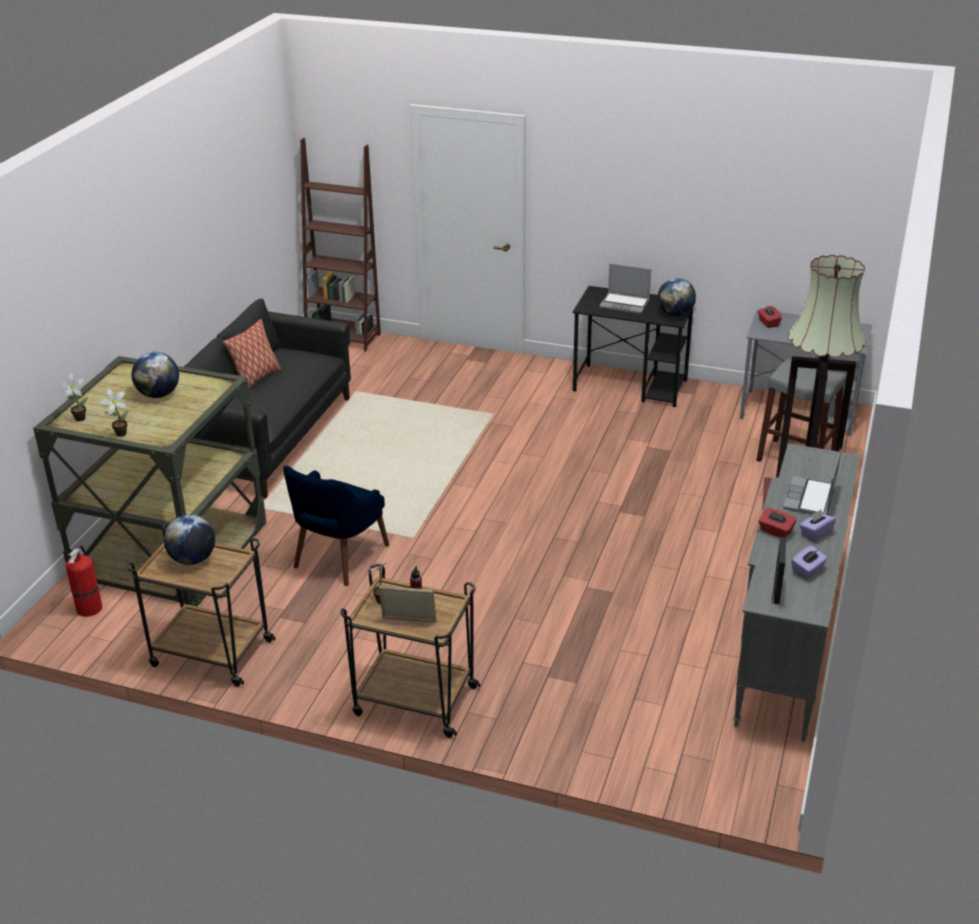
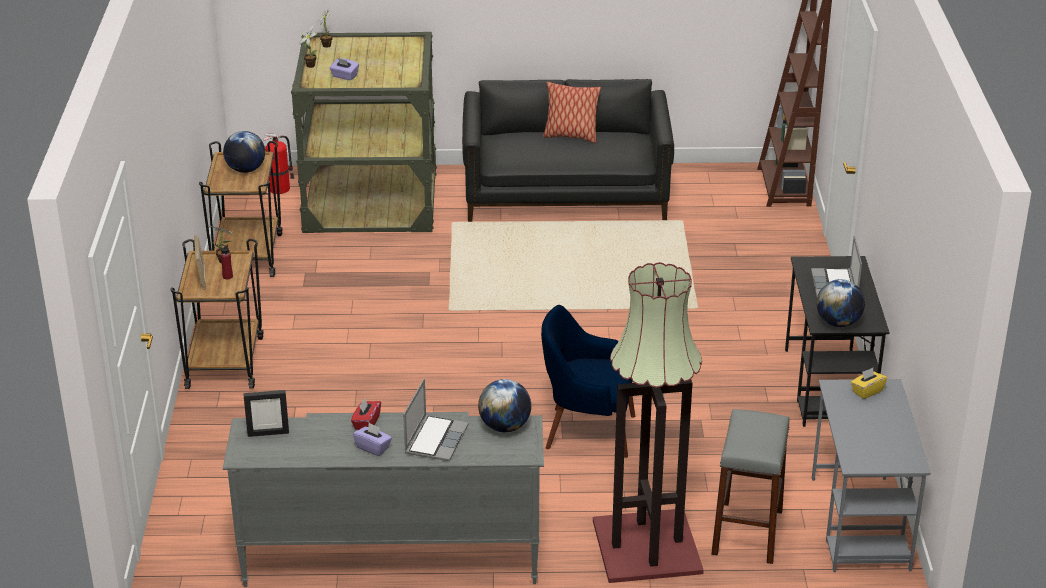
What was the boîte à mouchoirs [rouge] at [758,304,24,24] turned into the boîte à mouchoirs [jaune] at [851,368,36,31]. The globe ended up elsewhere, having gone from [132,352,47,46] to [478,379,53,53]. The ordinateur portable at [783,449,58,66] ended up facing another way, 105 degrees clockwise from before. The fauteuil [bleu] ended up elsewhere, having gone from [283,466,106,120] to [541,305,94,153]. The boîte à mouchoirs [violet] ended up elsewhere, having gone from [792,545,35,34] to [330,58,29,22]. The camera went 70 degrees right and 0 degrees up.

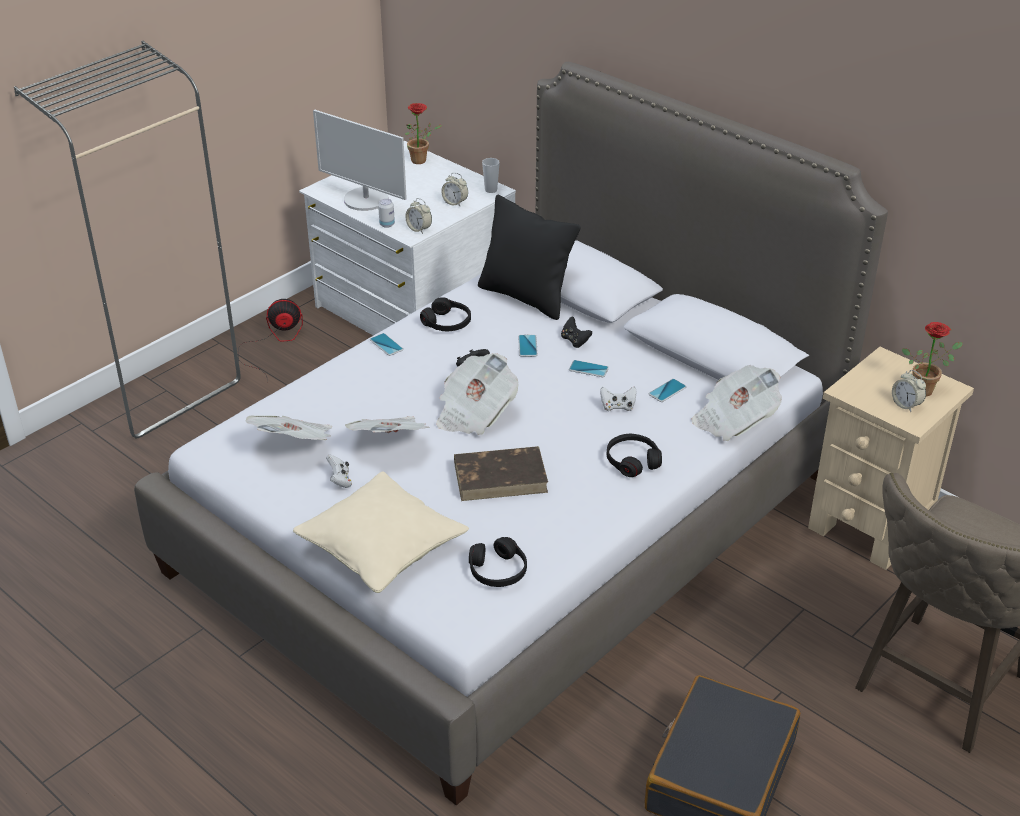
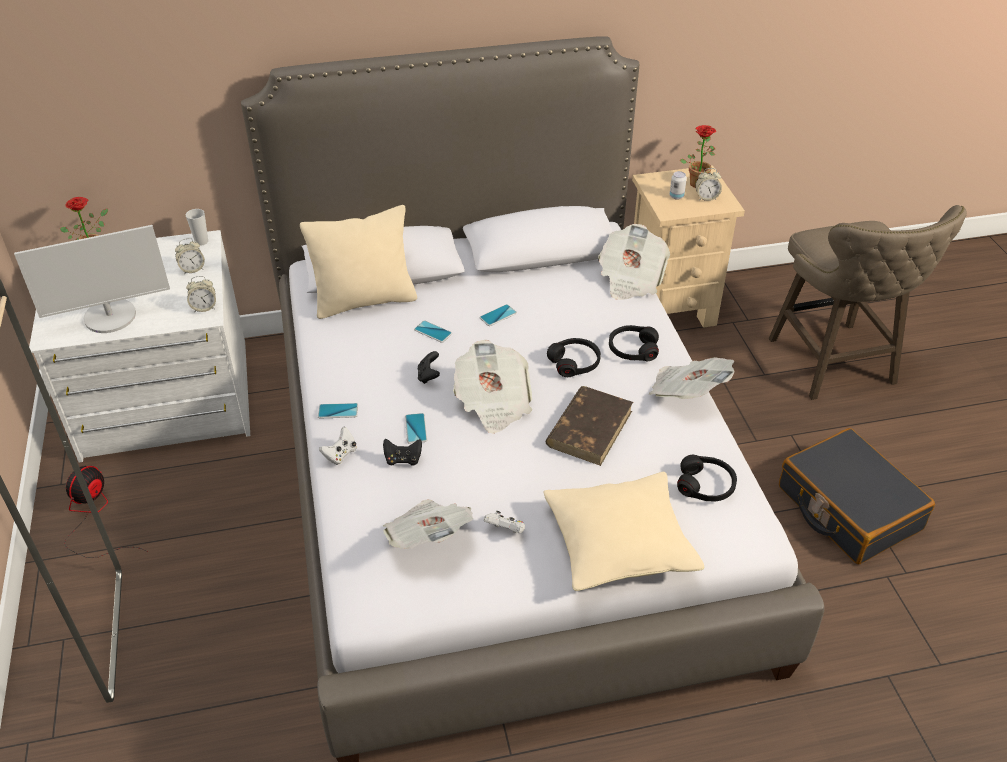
What was the coussin [noir] at [478,195,103,125] turned into the coussin [beige] at [300,205,117,114]. The boîte métallique ended up elsewhere, having gone from [378,199,17,29] to [669,171,18,29]. The casque audio [noir] ended up elsewhere, having gone from [420,297,51,34] to [547,338,54,39]. The manette [noir] ended up elsewhere, having gone from [561,316,31,32] to [383,439,39,27]. The téléphone ended up elsewhere, having gone from [649,379,38,23] to [405,413,22,31]. The manette [blanc] ended up elsewhere, having gone from [600,386,37,25] to [319,427,38,38]. The journal ended up elsewhere, having gone from [345,416,85,17] to [649,357,85,42]. The camera went 55 degrees left and 5 degrees up.

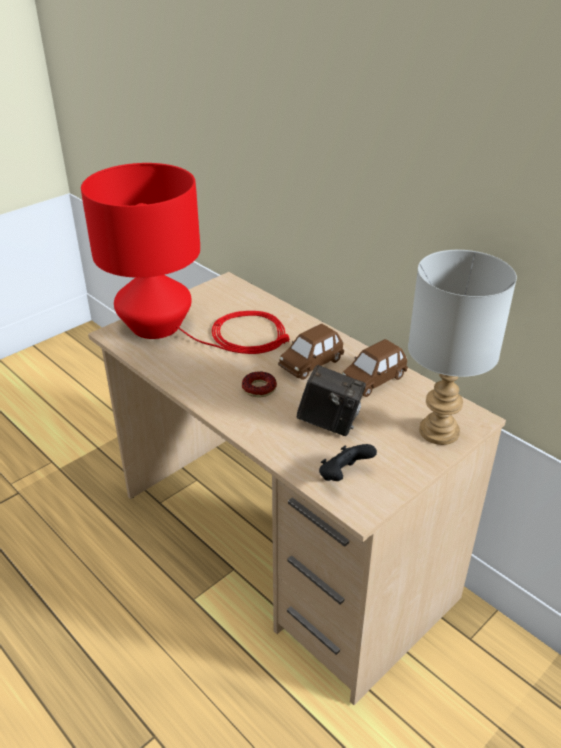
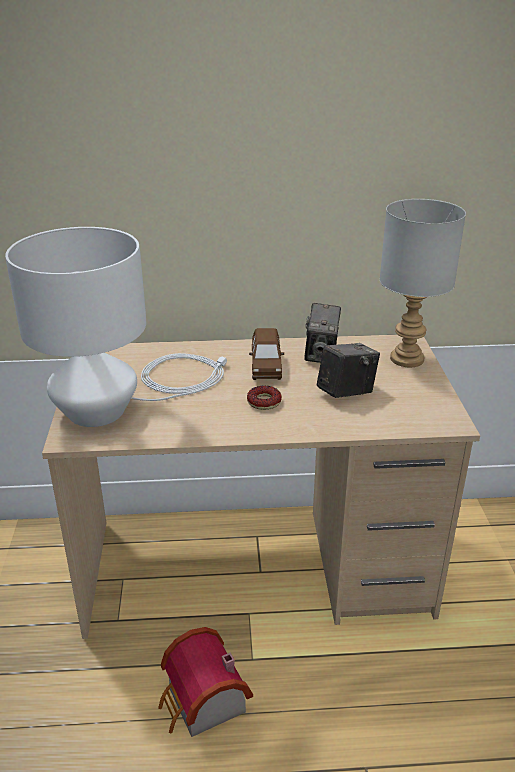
What was the lampe de table [rouge] at [81,163,209,191] turned into the lampe de table [blanc] at [5,227,222,200]. Where the petite voiture [marron] stood at [342,339,66,58], the appareil photo came to stand at [304,303,37,60]. The second view lost the manette [noir] at [319,444,58,37]. The second view gained the maison miniature at [158,627,95,110]. The camera went 50 degrees left and 5 degrees down.

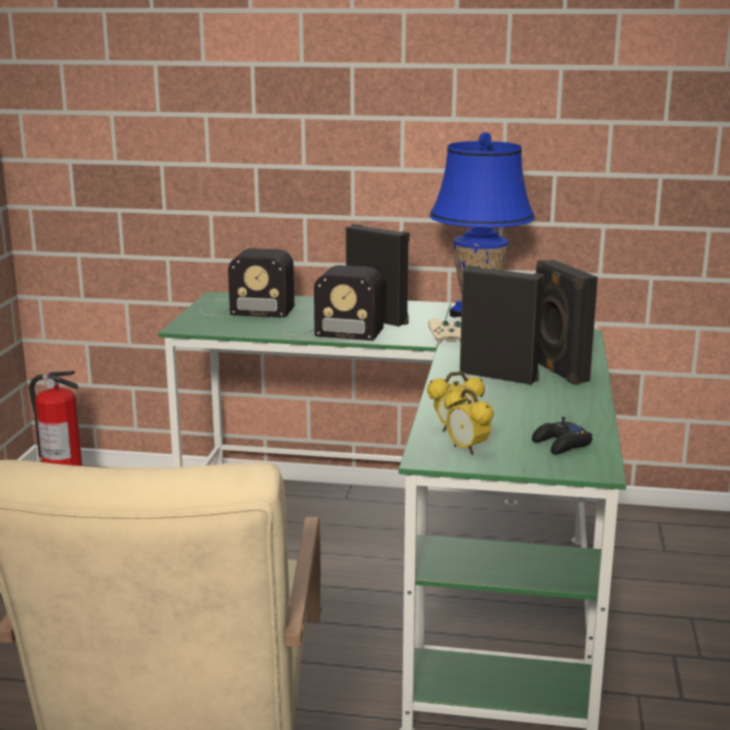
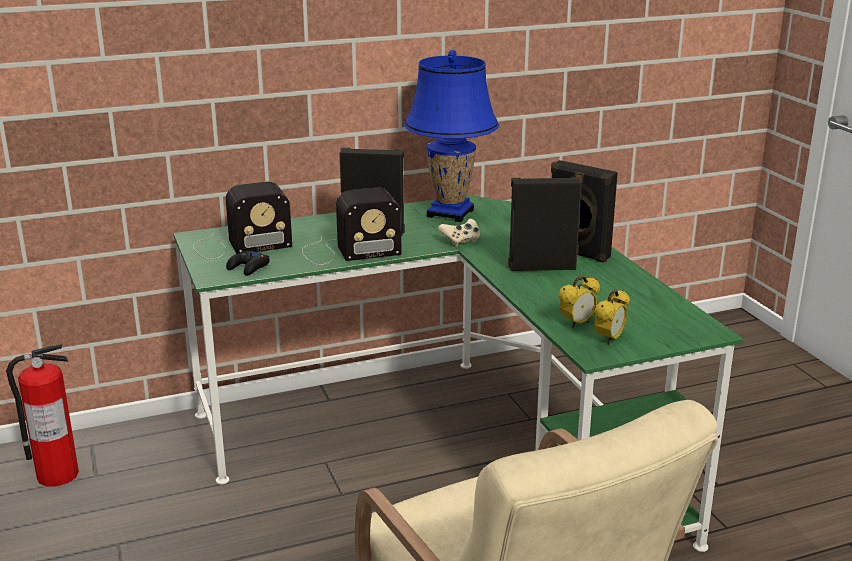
The réveil at [444,389,50,66] ended up facing another way, 75 degrees counterclockwise from before. The manette [noir] ended up elsewhere, having gone from [532,417,61,37] to [226,248,44,28]. The camera went 30 degrees left and 5 degrees up.

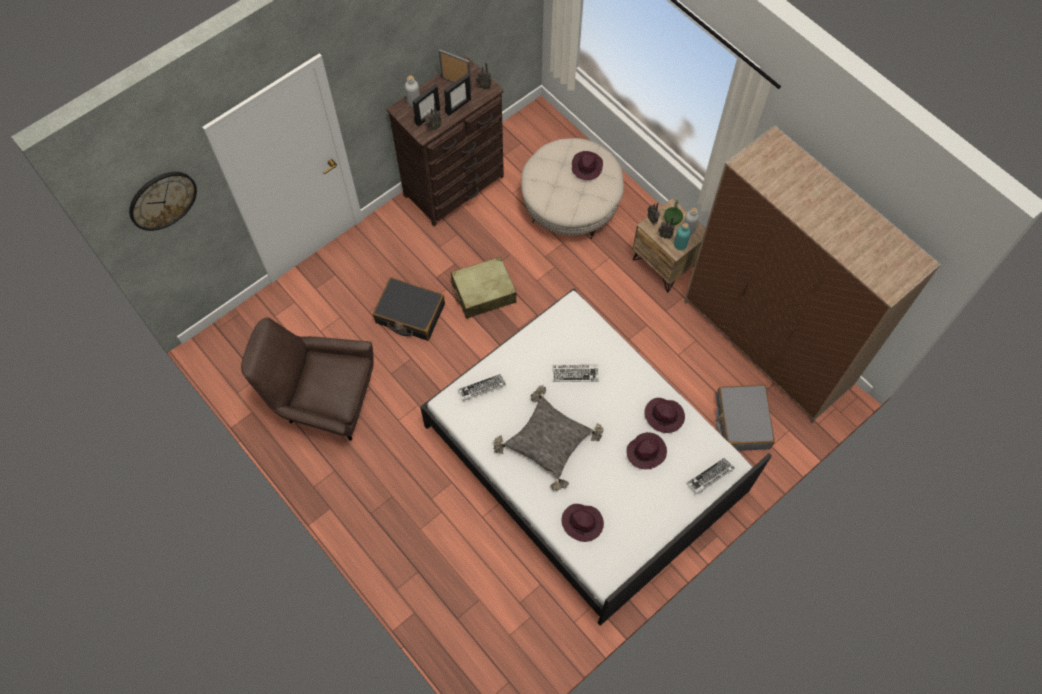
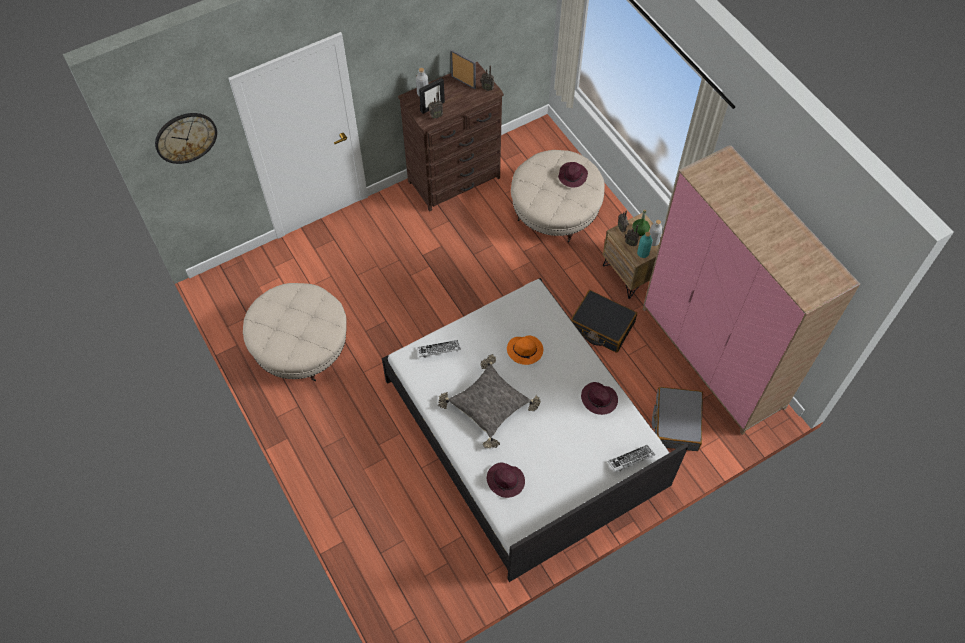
The second view lost the cadre photo at [444,74,27,41]. What was the armoire [marron] at [684,125,257,298] turned into the armoire [rose] at [643,145,217,290]. The second view lost the valise [beige] at [451,256,66,63]. The valise [noir] ended up elsewhere, having gone from [373,277,72,64] to [571,290,66,63]. Where the fauteuil [marron] stood at [241,317,133,124], the pouf [beige] came to stand at [243,283,104,98]. Where the clavier stood at [553,365,46,17], the chapeau [orange] came to stand at [507,336,36,29]. The second view lost the chapeau [violet] at [626,432,41,37]. The camera went 10 degrees right and 5 degrees down.

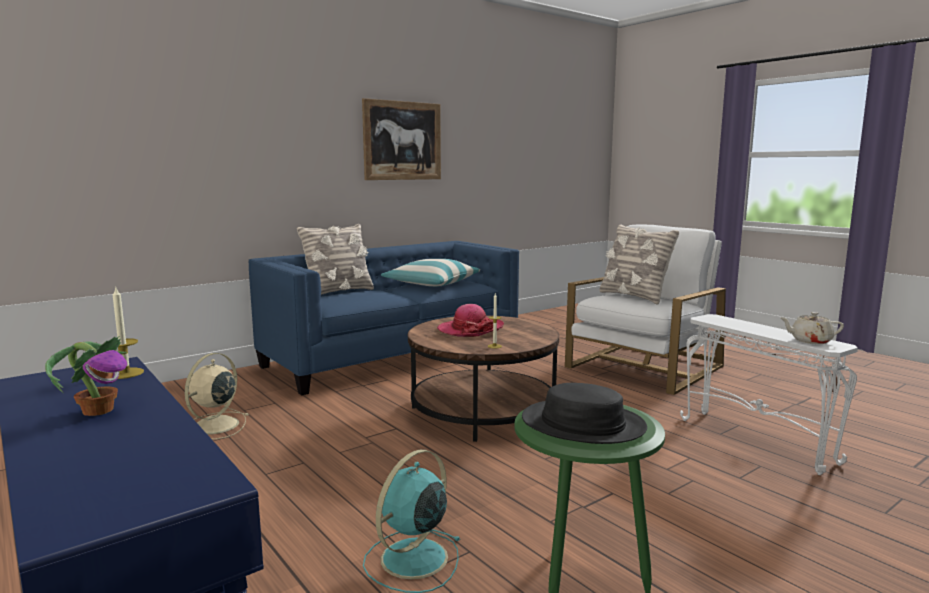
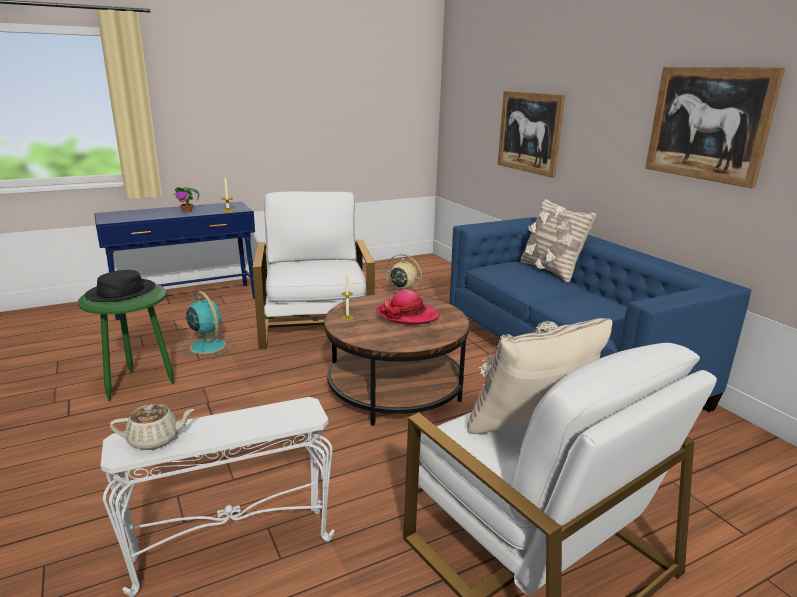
The second view lost the coussin at [381,259,99,28]. The théière [beige] at [780,312,64,32] ended up facing another way, 60 degrees clockwise from before. The second view gained the tableau at [498,91,67,87]. The second view gained the fauteuil [blanc] at [253,191,122,159]. The camera went 100 degrees right and 10 degrees up.

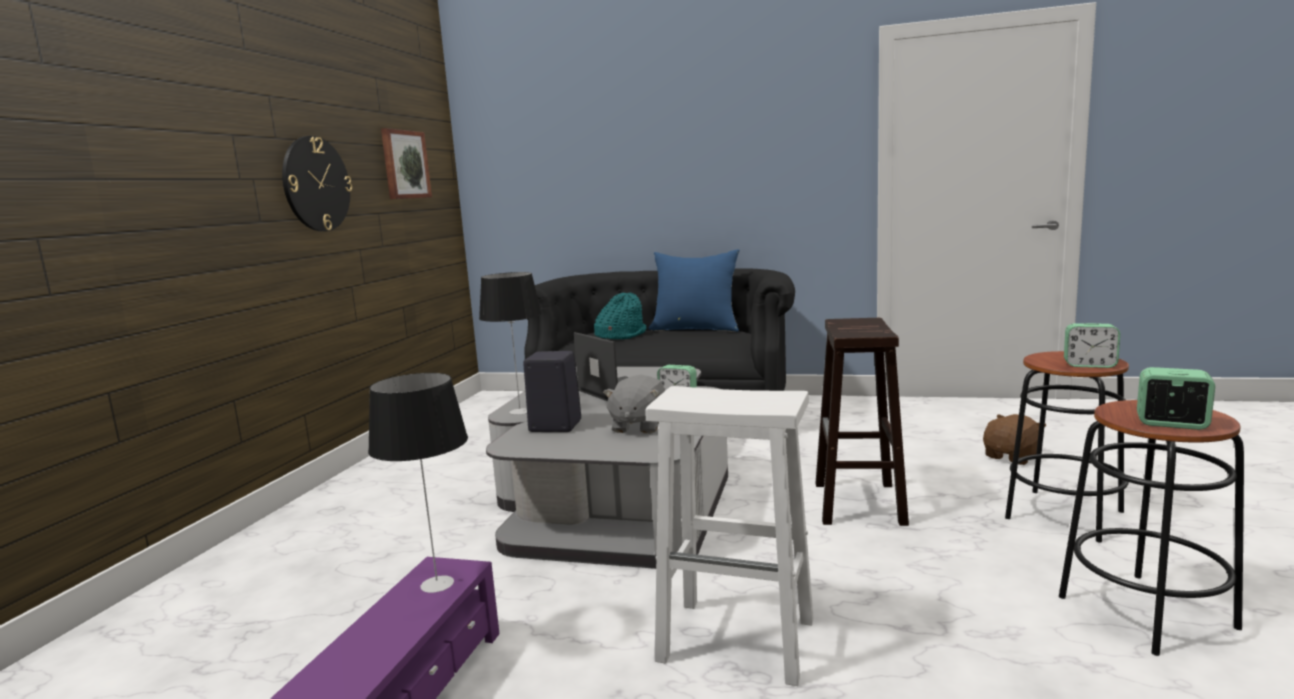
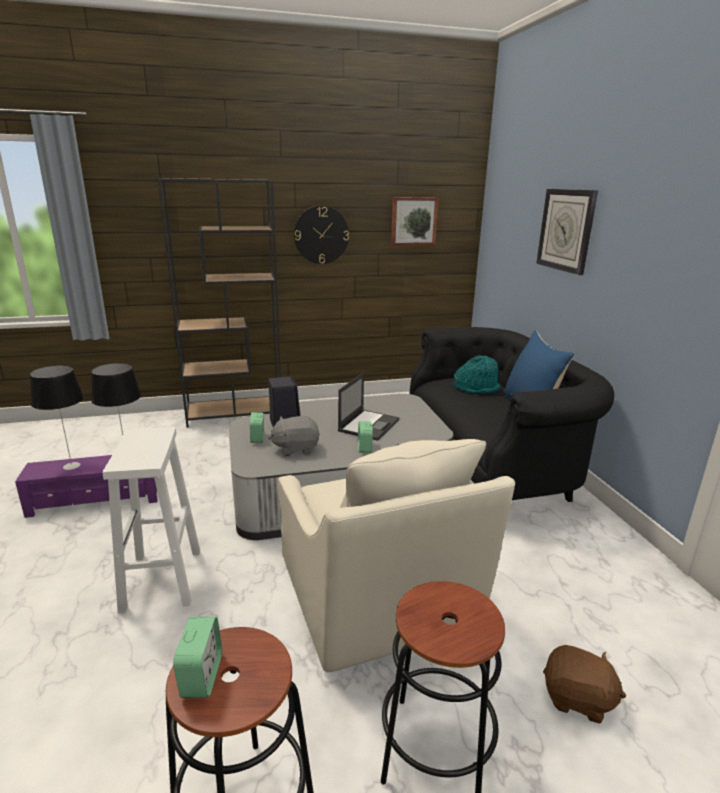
The lampe de table ended up elsewhere, having gone from [479,272,63,143] to [30,365,54,105]. Where the tabouret [marron] stood at [816,318,93,208], the fauteuil [beige] came to stand at [278,439,237,233]. The réveil ended up elsewhere, having gone from [1064,323,56,45] to [250,412,14,31]. The second view gained the bibliothèque at [158,178,123,250]. The second view gained the horloge murale at [536,189,62,86]. The camera went 60 degrees right and 10 degrees up.

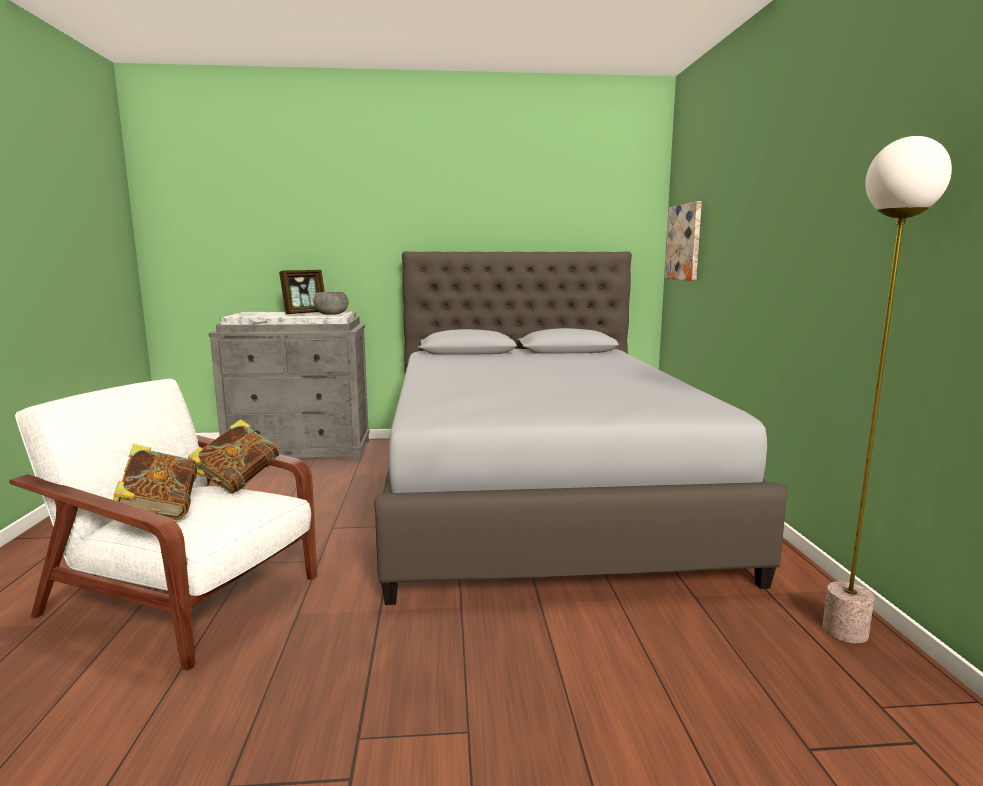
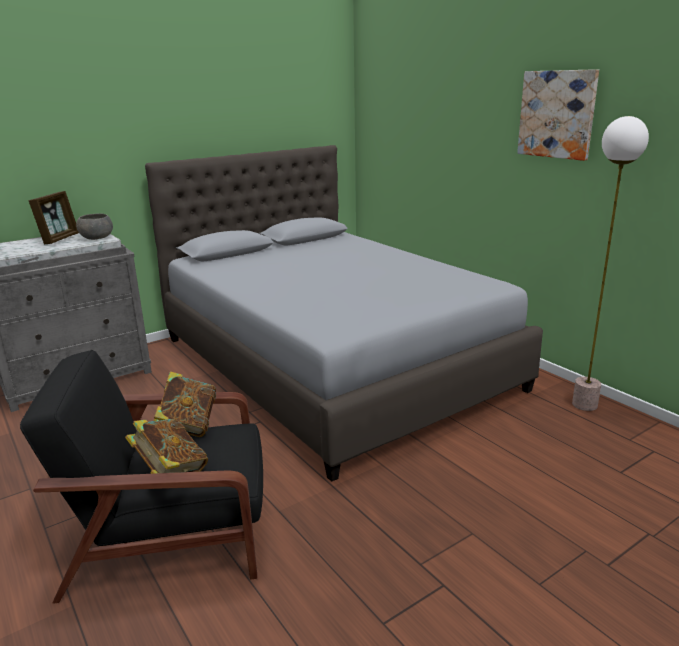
The tableau ended up elsewhere, having gone from [664,201,38,80] to [517,69,82,92]. What was the fauteuil [blanc] at [9,379,308,292] turned into the fauteuil [noir] at [20,350,243,254]. The camera went 30 degrees left and 10 degrees up.

